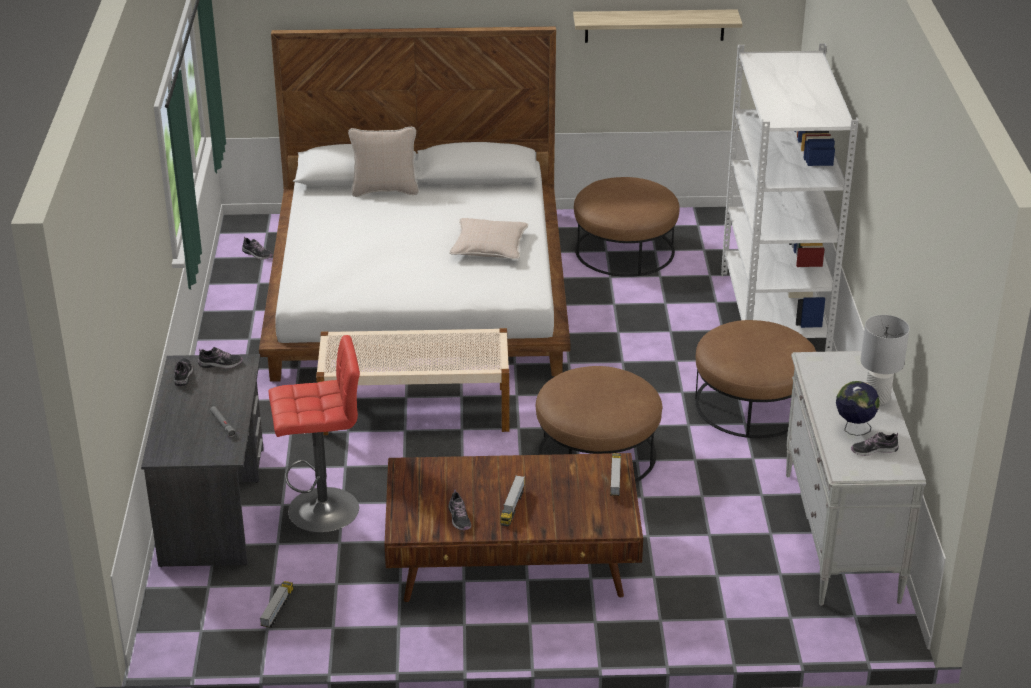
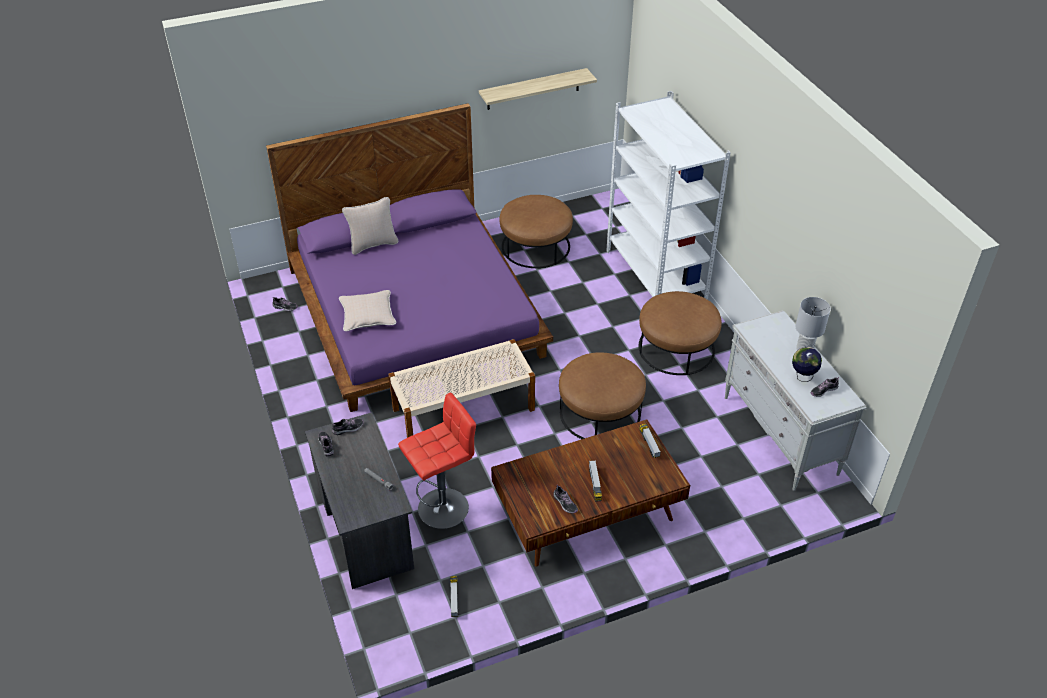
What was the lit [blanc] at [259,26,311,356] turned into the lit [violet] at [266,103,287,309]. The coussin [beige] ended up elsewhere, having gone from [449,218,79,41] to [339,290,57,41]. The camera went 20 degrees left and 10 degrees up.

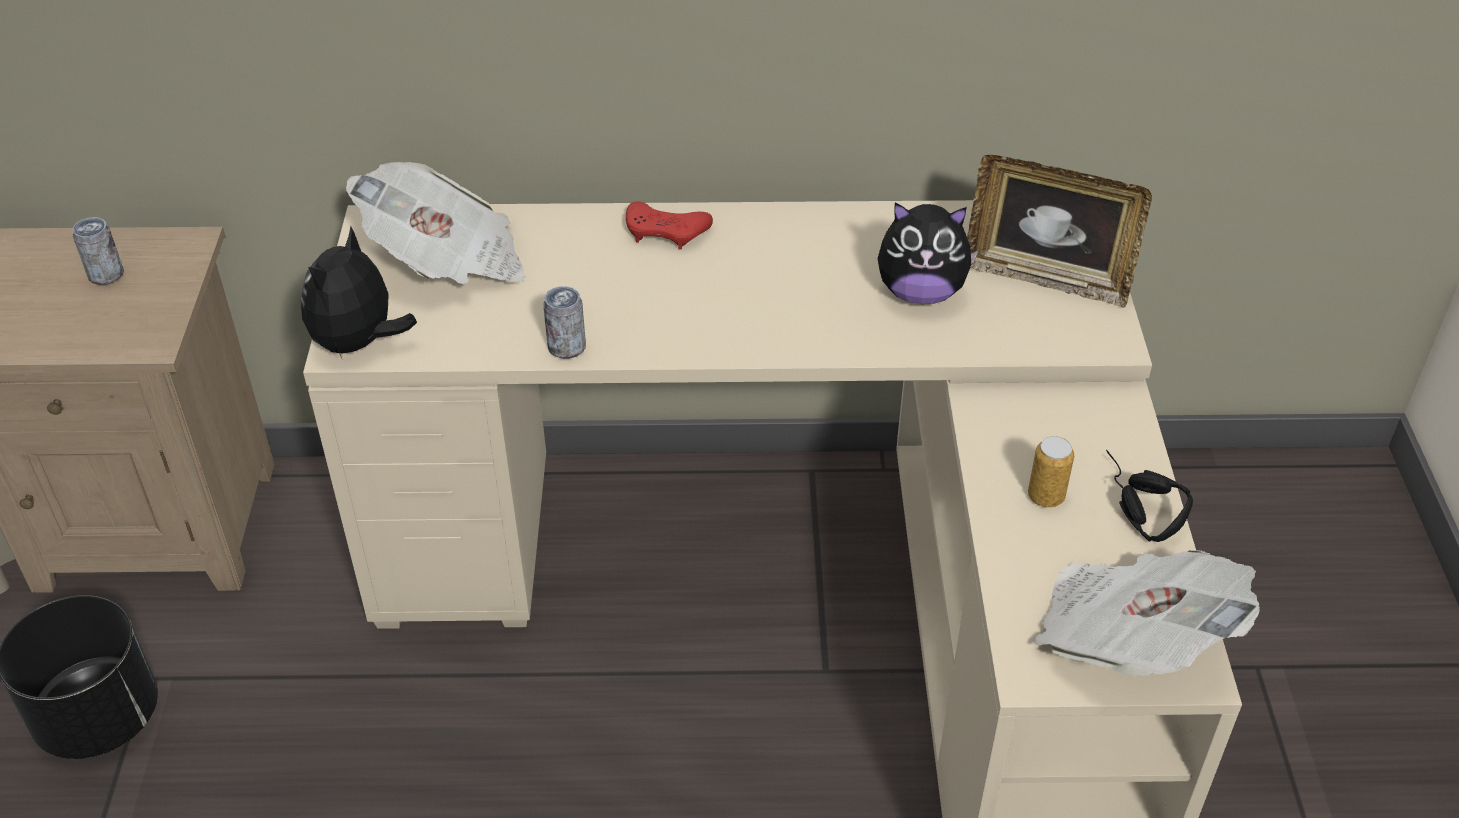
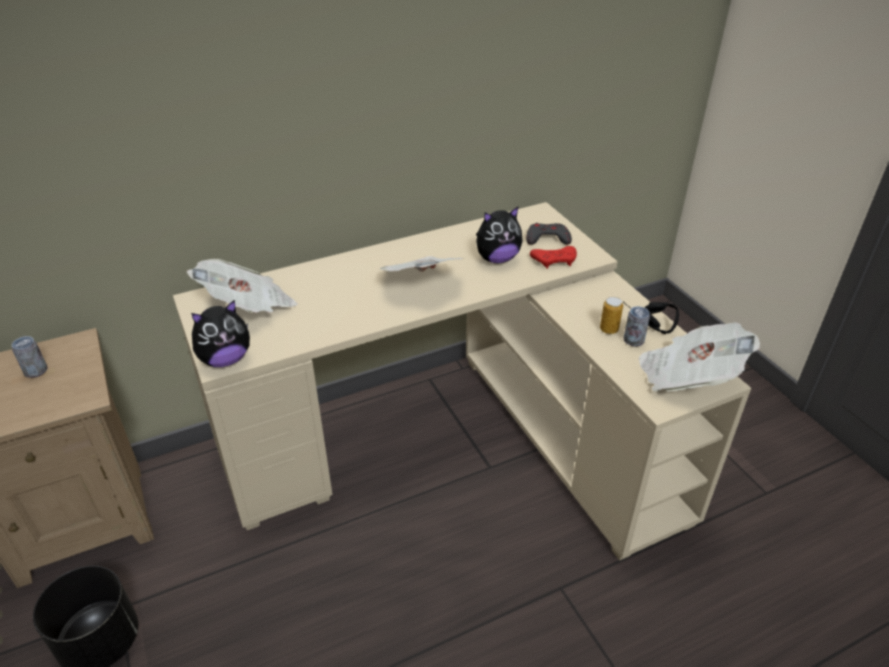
Where the cadre photo stood at [967,155,185,153], the manette [gris] came to stand at [526,223,46,22]. The manette [rouge] ended up elsewhere, having gone from [626,201,87,49] to [530,246,47,23]. The peluche at [301,226,116,132] ended up facing another way, 120 degrees counterclockwise from before. The boîte métallique ended up elsewhere, having gone from [543,286,43,73] to [623,306,27,41]. The second view gained the journal at [380,256,84,16]. The camera went 25 degrees left and 5 degrees down.

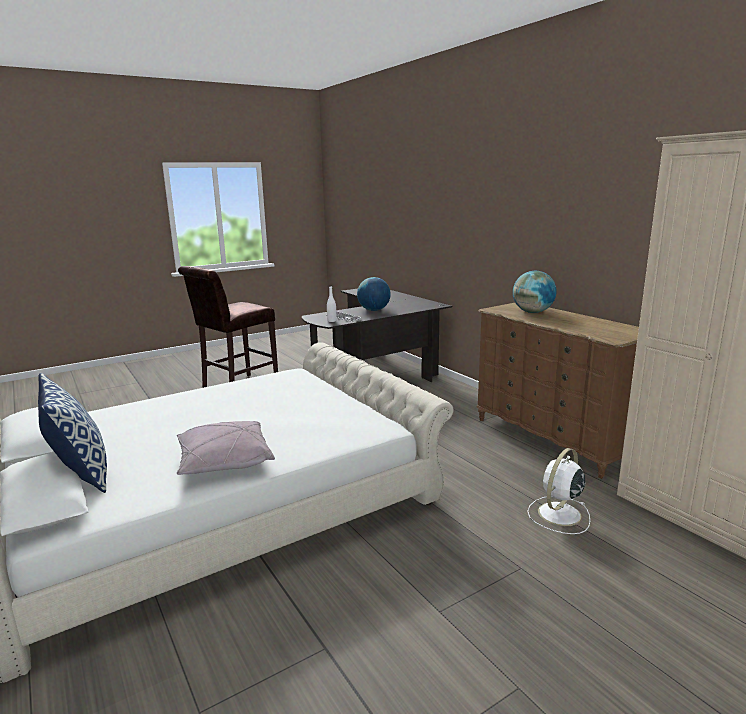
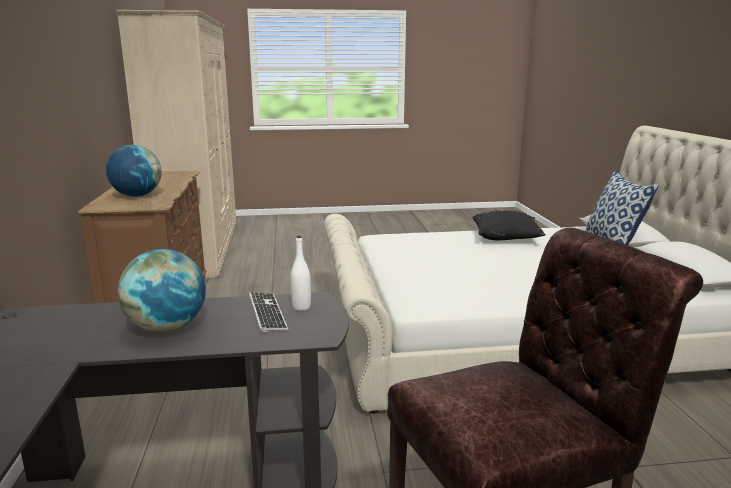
What was the coussin [violet] at [177,421,98,54] turned into the coussin [noir] at [473,210,73,30]. The second view lost the ventilateur [blanc] at [527,448,63,86]. The camera went 155 degrees left and 0 degrees up.

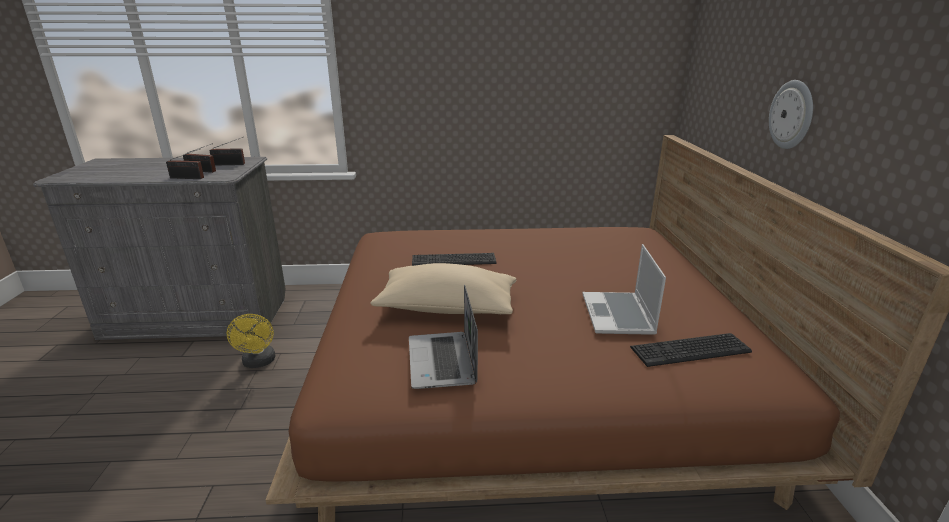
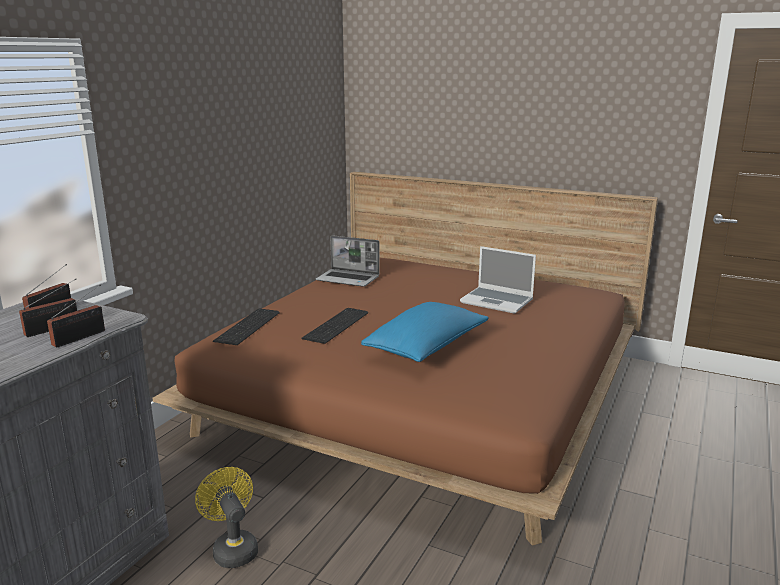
The second view lost the horloge murale at [769,80,44,69]. What was the coussin [beige] at [370,263,146,51] turned into the coussin [bleu] at [361,302,128,60]. The ordinateur portable ended up elsewhere, having gone from [409,285,69,104] to [316,235,64,52]. The ventilateur [jaune] at [227,314,48,54] ended up facing another way, 135 degrees counterclockwise from before. The clavier ended up elsewhere, having gone from [630,333,122,34] to [213,309,67,36]. The camera went 60 degrees left and 5 degrees down.

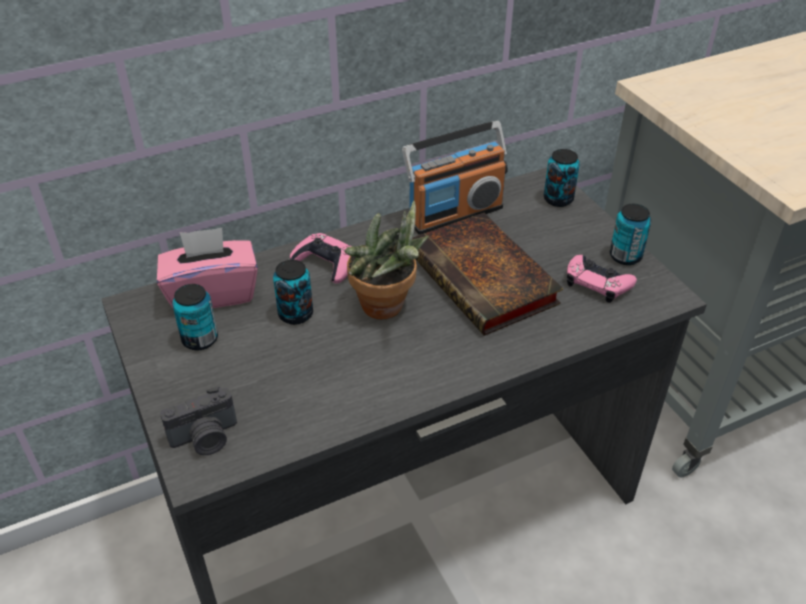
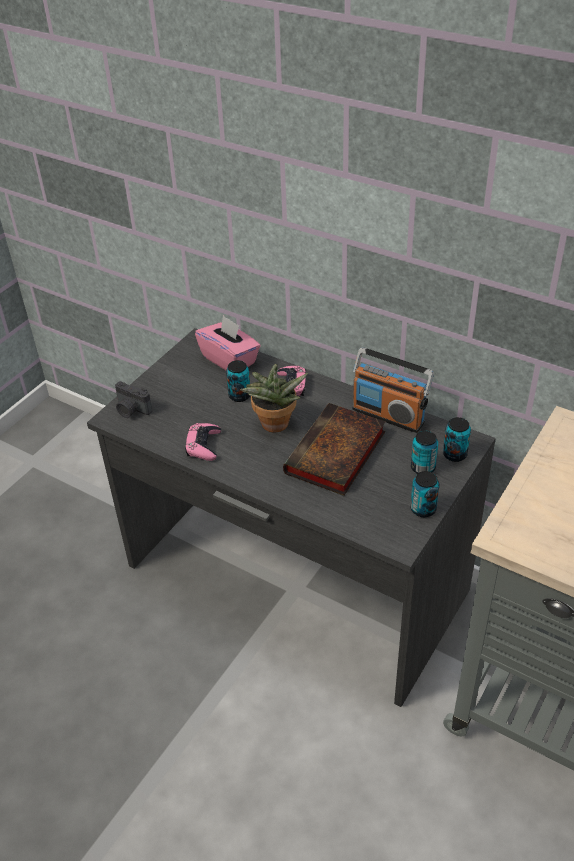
The manette [rose] ended up elsewhere, having gone from [567,255,70,48] to [185,423,36,38]. The boîte métallique ended up elsewhere, having gone from [172,284,46,66] to [411,431,27,43]. The camera went 60 degrees right and 0 degrees up.

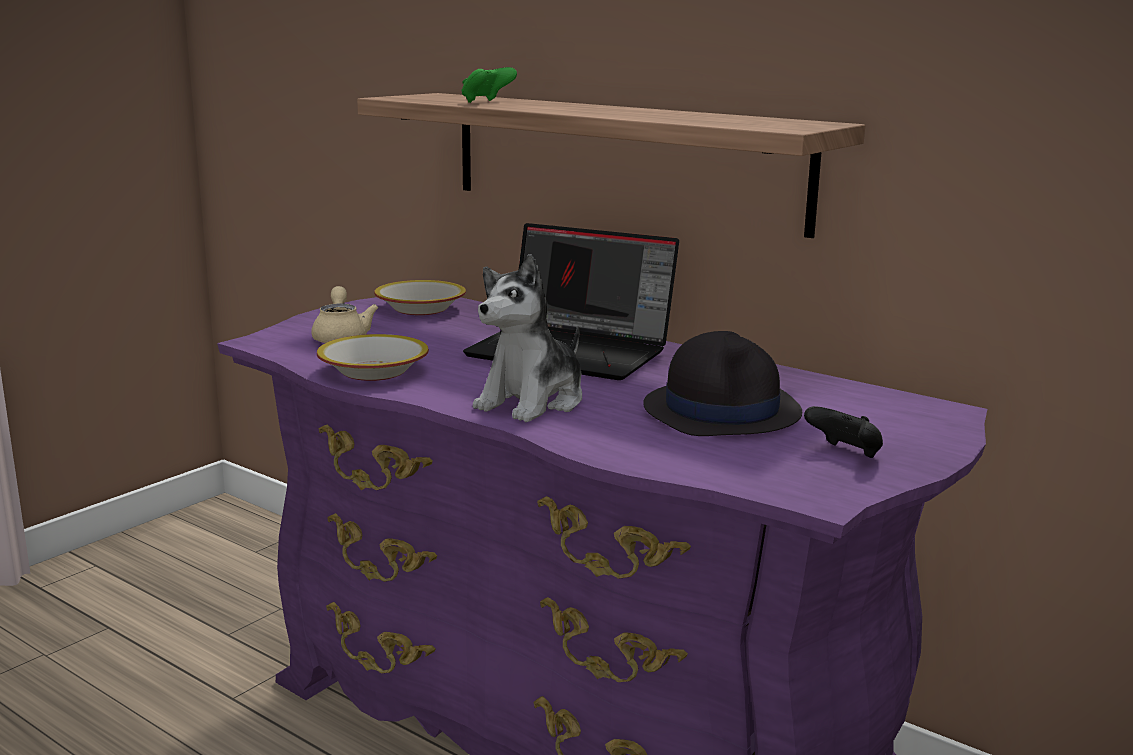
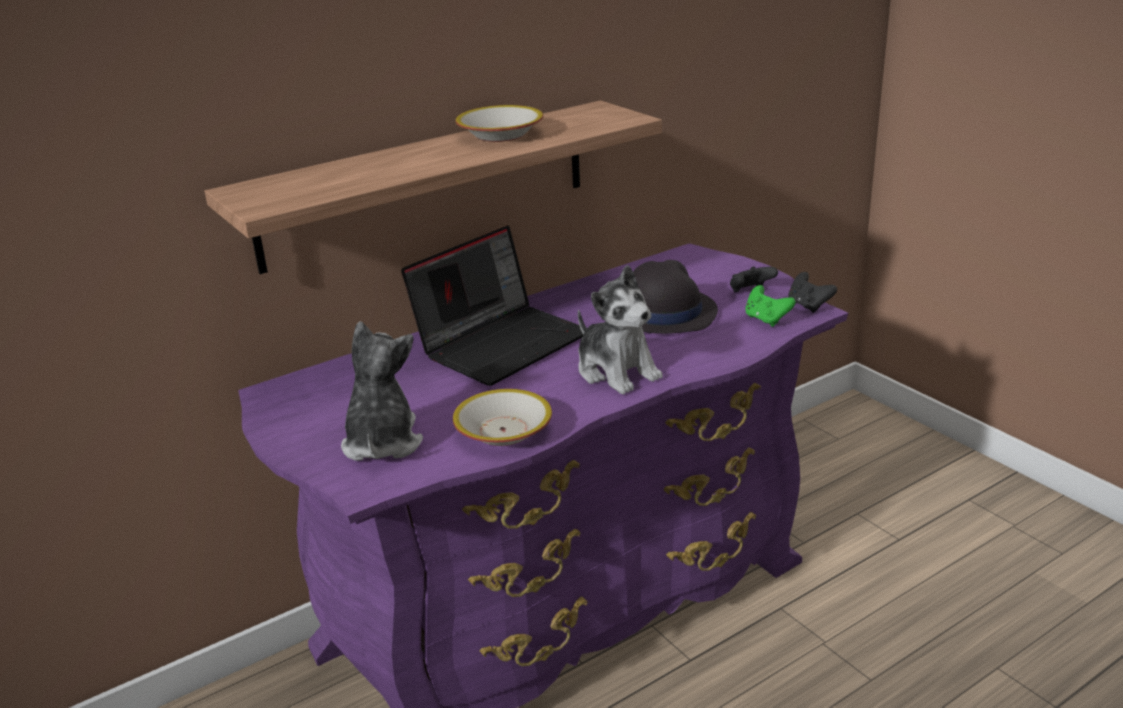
The manette [vert] ended up elsewhere, having gone from [462,67,55,36] to [745,285,51,42]. The bol ended up elsewhere, having gone from [374,280,92,35] to [456,105,87,37]. Where the théière [beige] stood at [311,286,67,57], the peluche came to stand at [341,321,82,140]. The second view gained the manette [noir] at [788,272,49,41]. The camera went 70 degrees left and 10 degrees up.

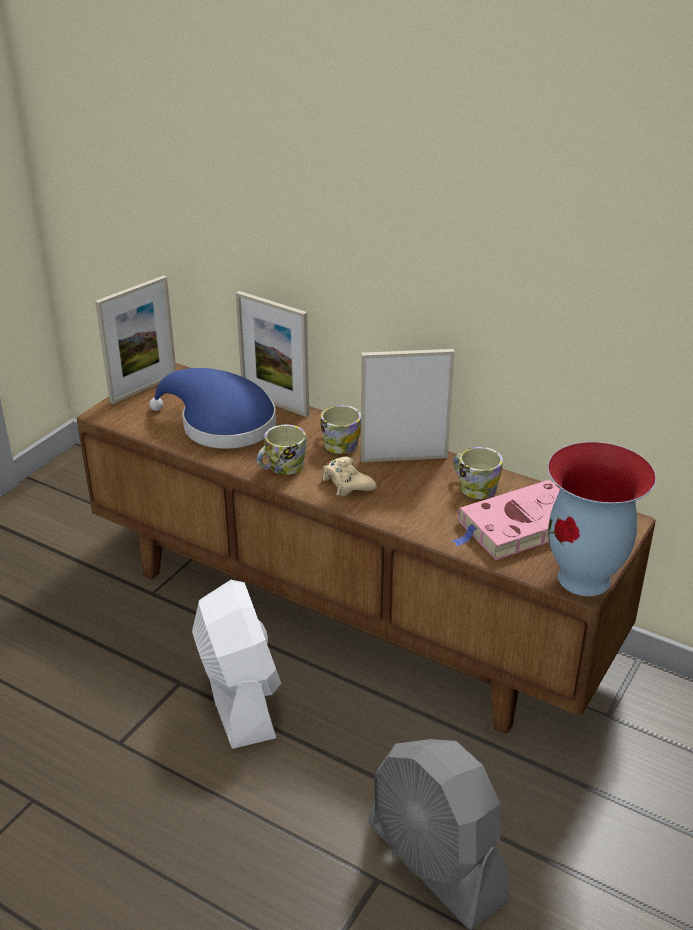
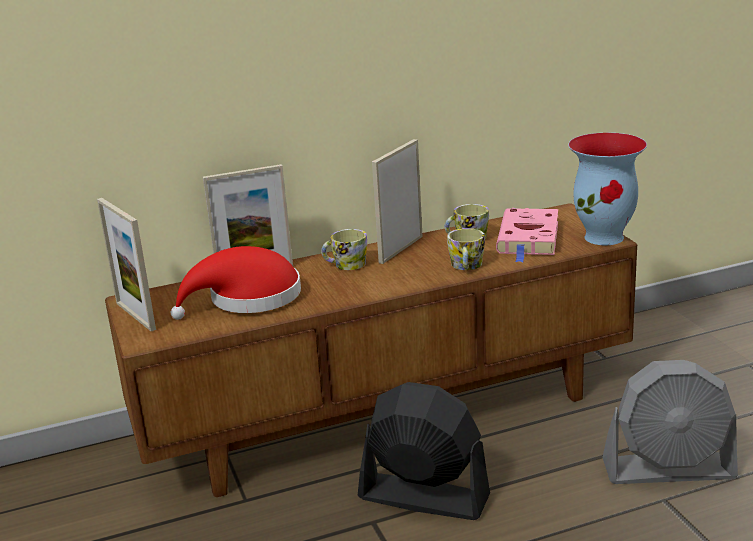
The cadre photo at [95,275,81,129] ended up facing another way, 150 degrees clockwise from before. What was the chapeau [bleu] at [149,368,127,81] turned into the chapeau [rouge] at [171,246,130,74]. The mug ended up elsewhere, having gone from [257,425,50,50] to [447,228,38,42]. The second view lost the manette [beige] at [322,457,55,39]. What was the ventilateur [blanc] at [192,580,89,169] turned into the ventilateur [noir] at [358,382,132,138]. The camera went 50 degrees left and 10 degrees down.

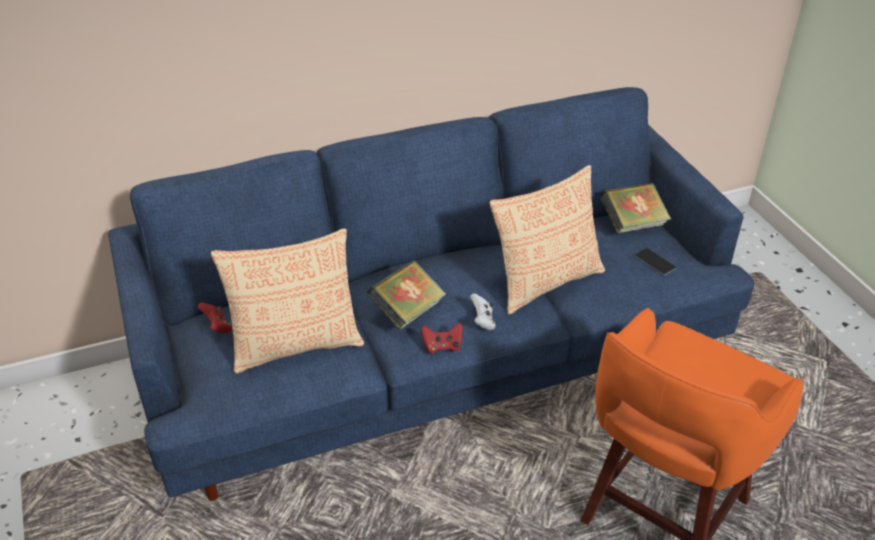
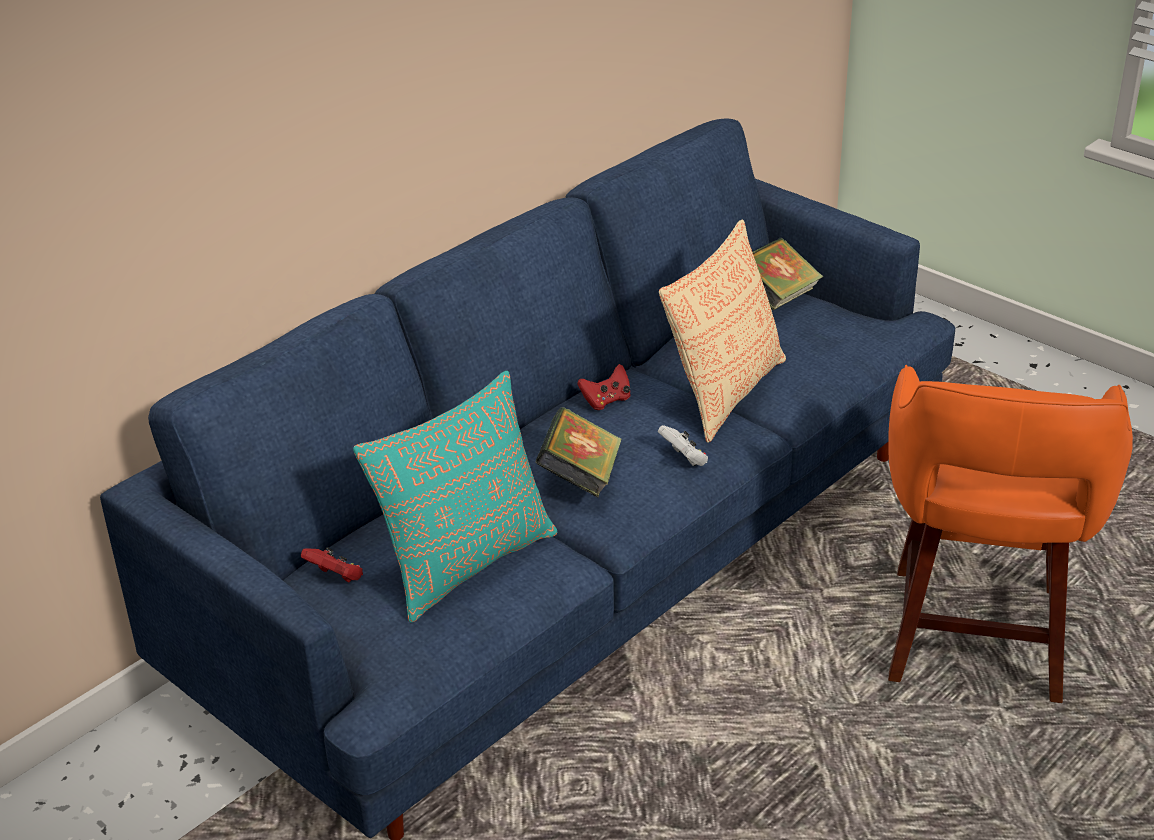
What was the coussin [beige] at [211,229,153,145] turned into the coussin [turquoise] at [353,371,204,252]. The second view lost the téléphone at [635,248,41,27]. The manette [rouge] ended up elsewhere, having gone from [421,323,42,30] to [577,364,53,46]. The camera went 25 degrees left and 5 degrees down.

